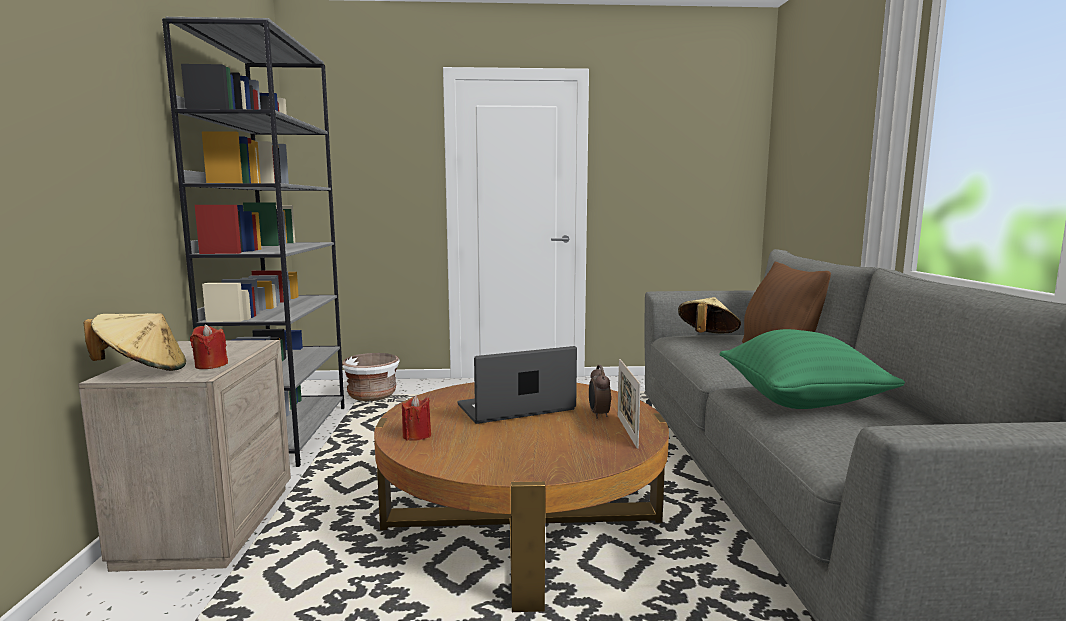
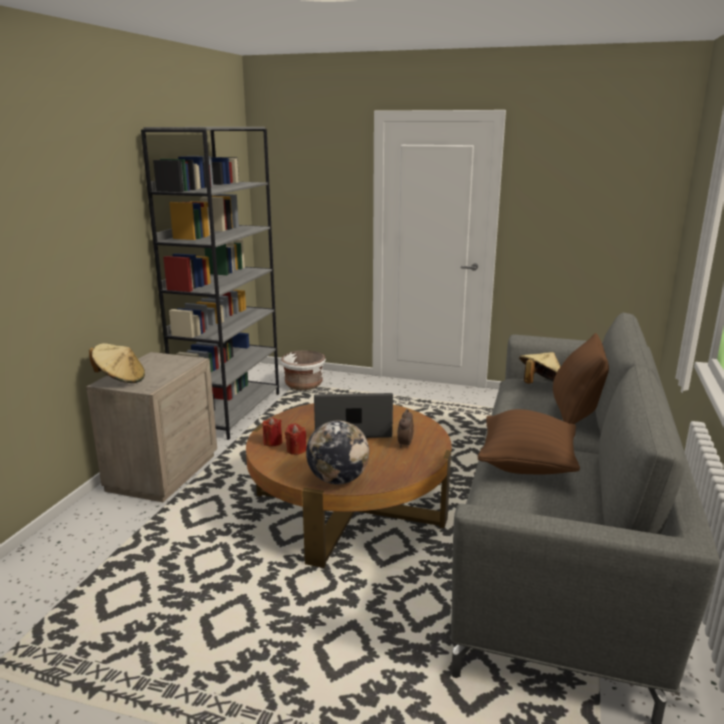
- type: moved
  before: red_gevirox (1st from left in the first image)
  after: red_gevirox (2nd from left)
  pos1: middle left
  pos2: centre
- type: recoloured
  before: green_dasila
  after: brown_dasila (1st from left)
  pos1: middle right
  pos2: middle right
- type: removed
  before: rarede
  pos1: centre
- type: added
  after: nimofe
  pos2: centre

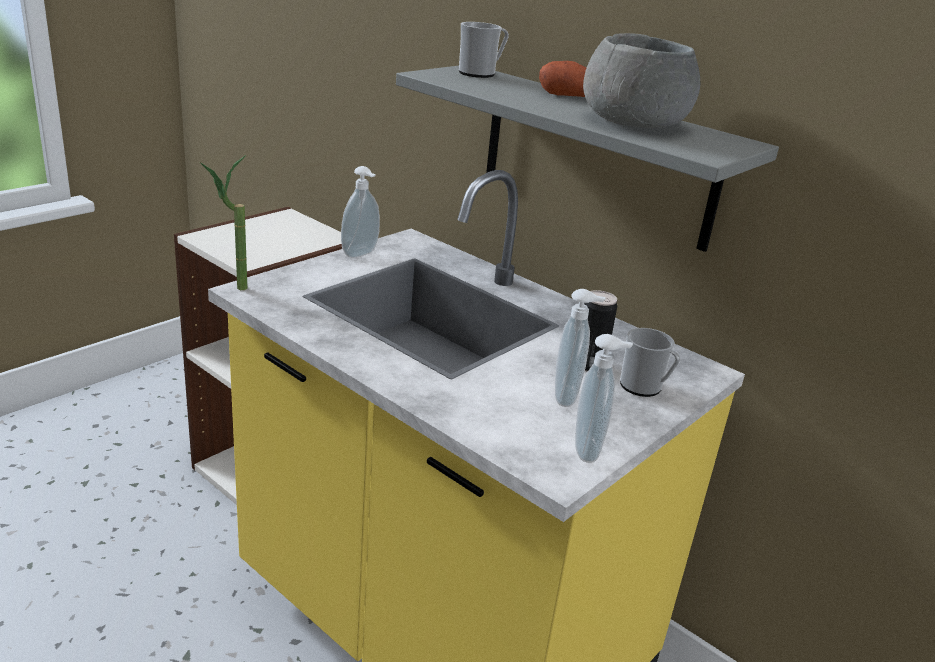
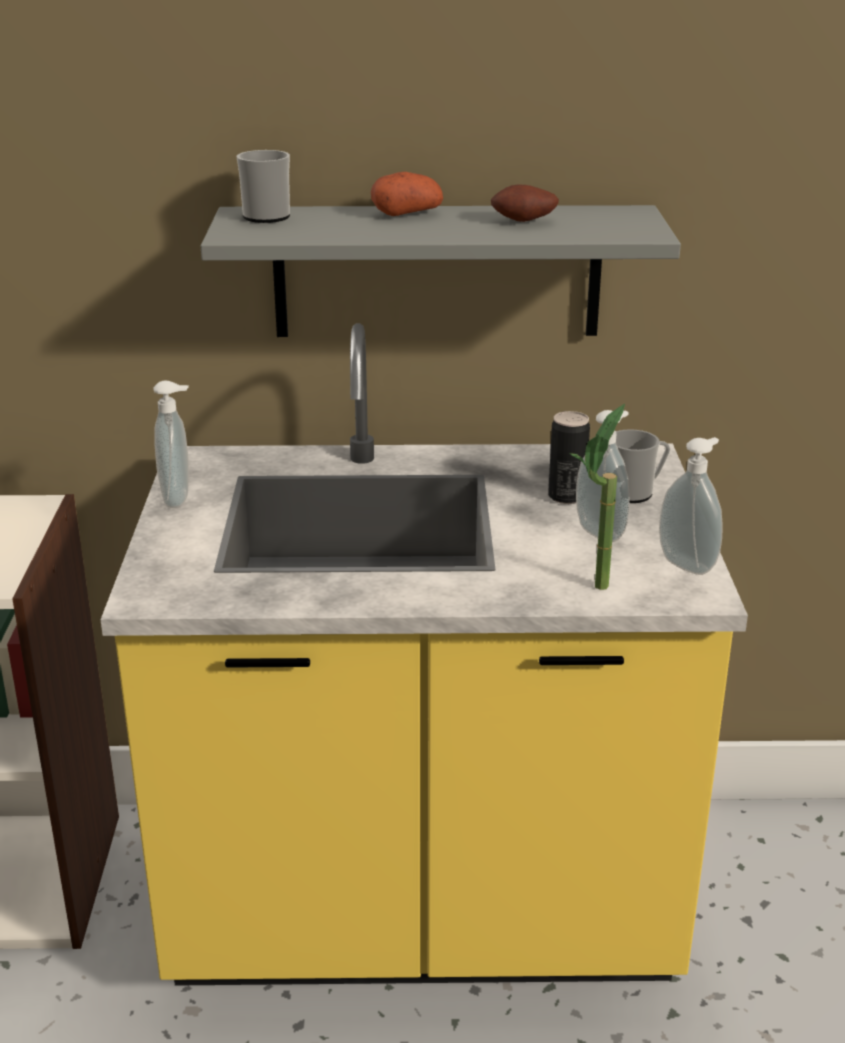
- type: replaced
  before: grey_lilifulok
  after: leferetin (2nd from left)
  pos1: top right
  pos2: top centre
- type: moved
  before: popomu
  pos1: middle left
  pos2: middle right

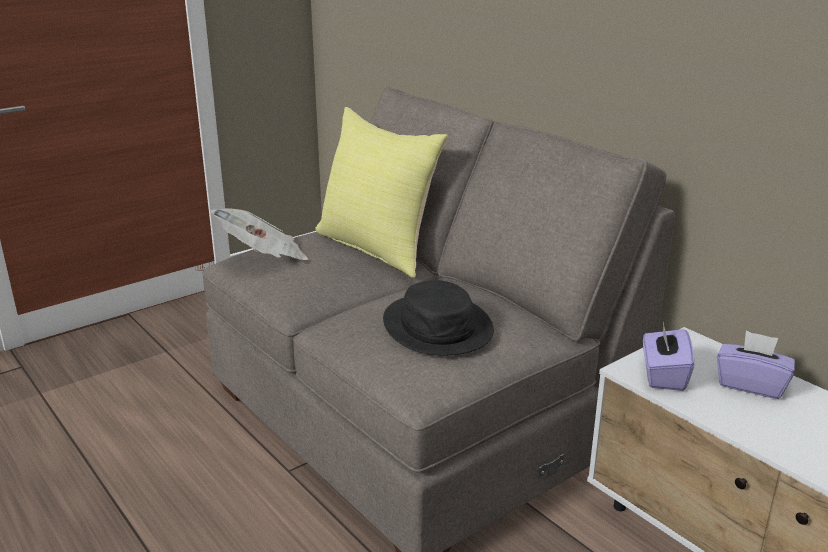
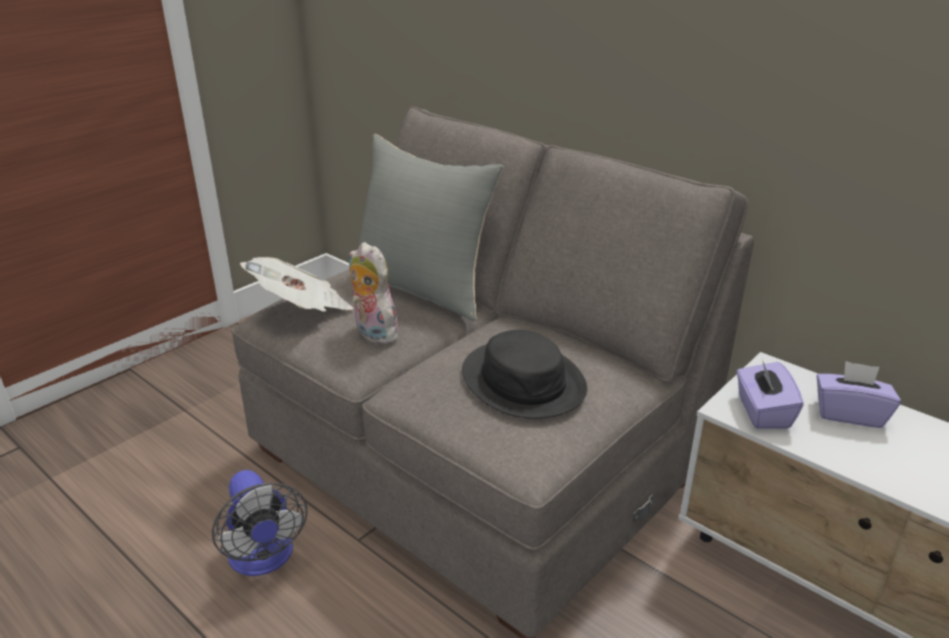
- type: recoloured
  before: yellow_dasila
  after: grey_dasila
  pos1: centre
  pos2: centre
- type: added
  after: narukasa
  pos2: centre
- type: added
  after: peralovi
  pos2: bottom left

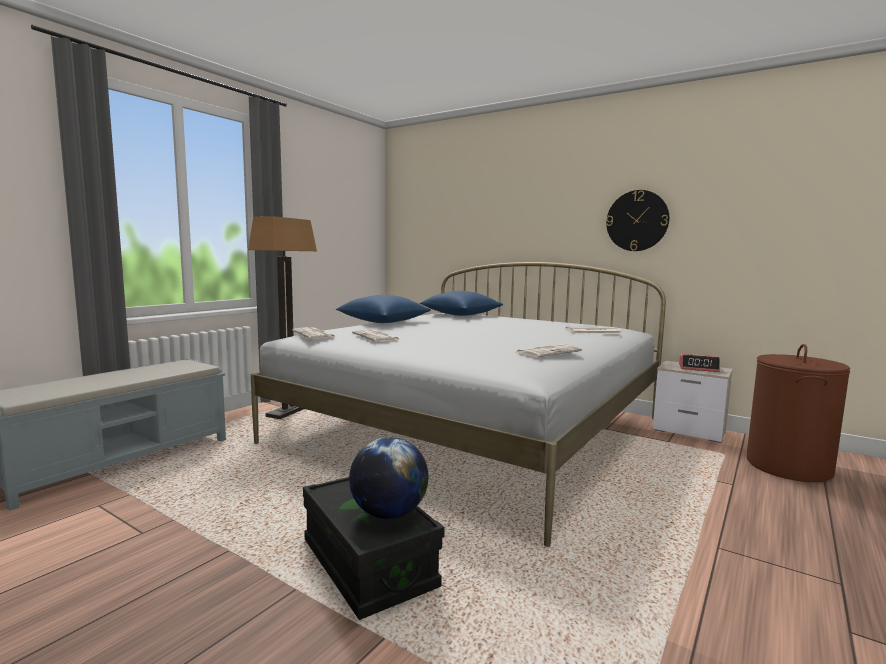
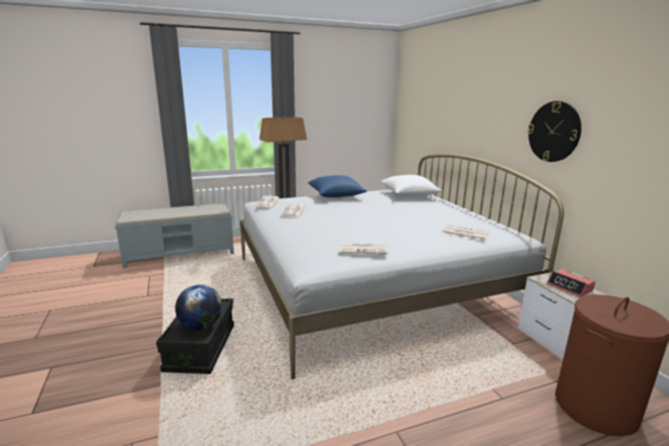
- type: recoloured
  before: blue_dasila (2nd from left)
  after: white_dasila
  pos1: centre
  pos2: centre

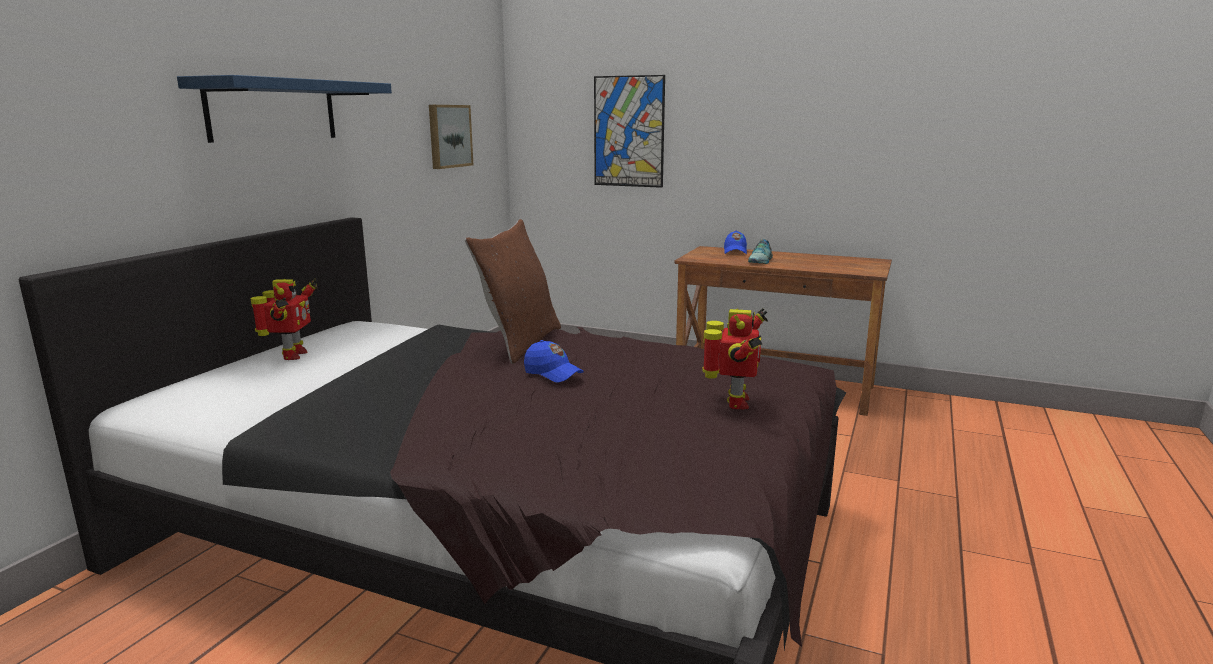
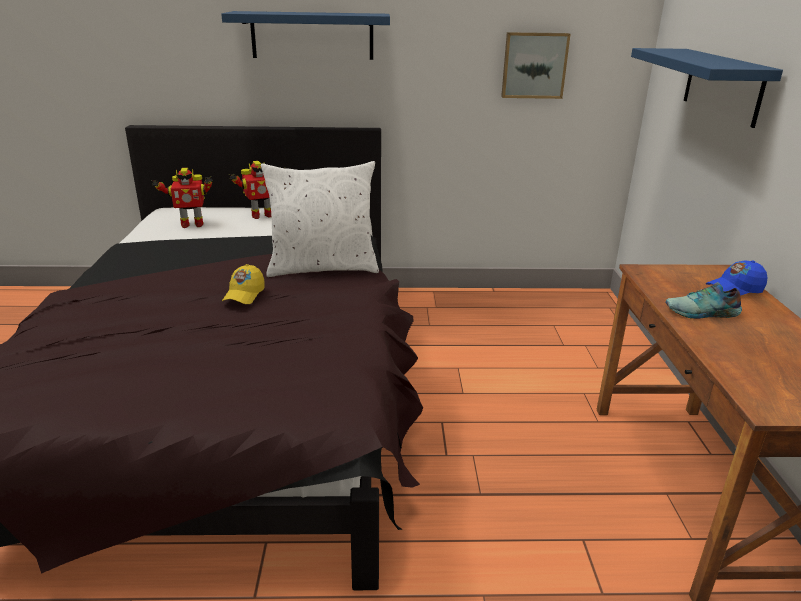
- type: replaced
  before: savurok (2nd from left)
  after: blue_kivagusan (2nd from left)
  pos1: top centre
  pos2: top right
- type: recoloured
  before: brown_dasila
  after: white_dasila
  pos1: centre
  pos2: centre
- type: moved
  before: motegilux (2nd from left in the first image)
  after: motegilux (1st from left)
  pos1: centre
  pos2: top left
- type: recoloured
  before: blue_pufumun (1st from left)
  after: yellow_pufumun
  pos1: centre
  pos2: middle left

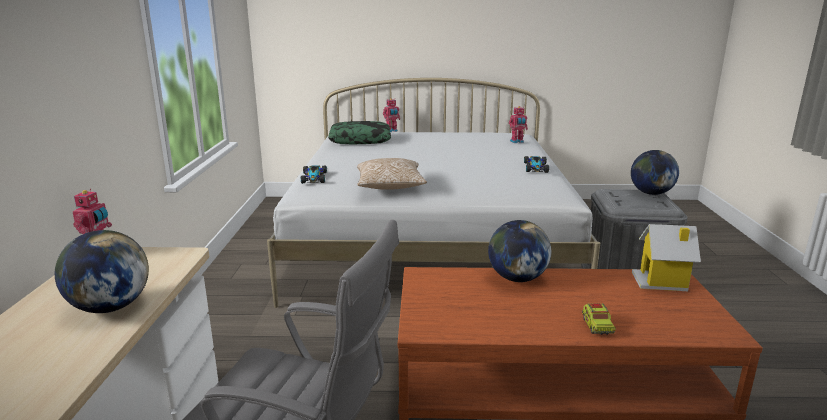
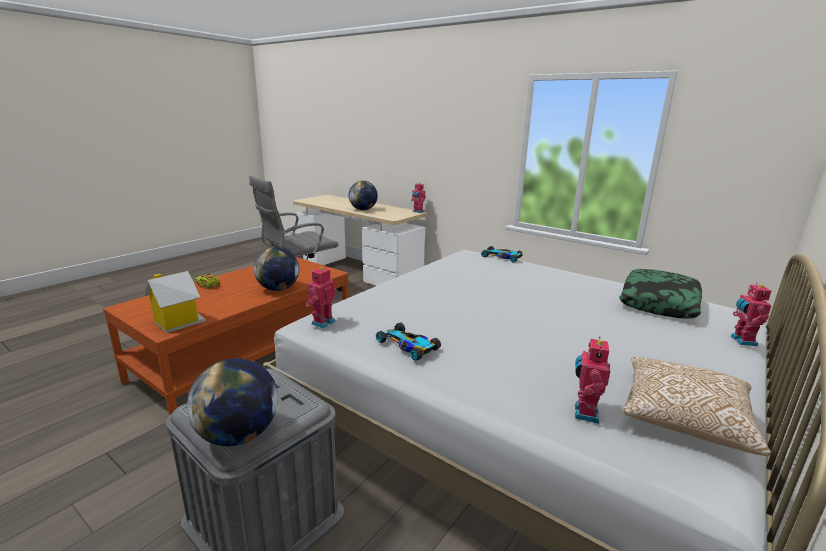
- type: moved
  before: dasila (2nd from left)
  pos1: centre
  pos2: bottom right
- type: added
  after: motegilux (1st from left)
  pos2: centre

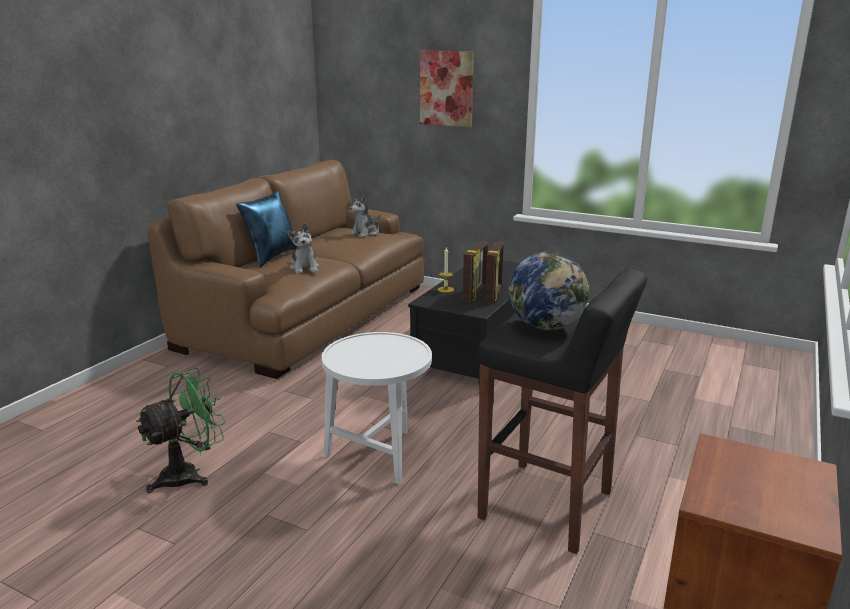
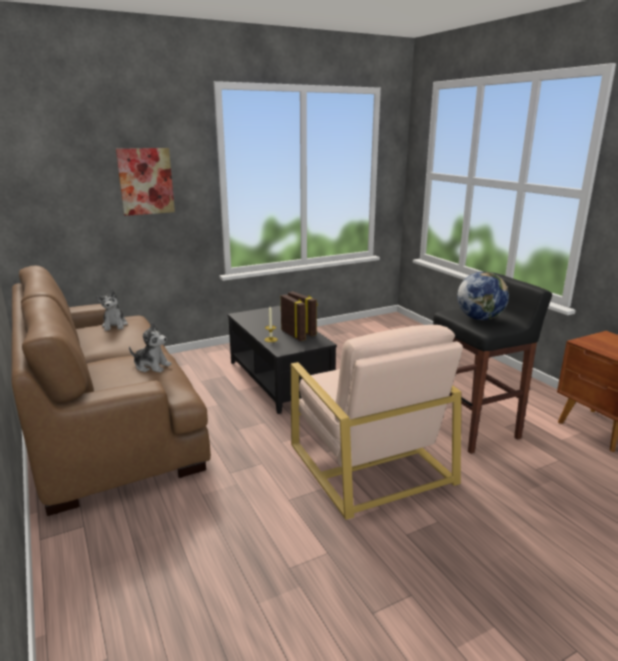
- type: removed
  before: blue_dasila
  pos1: middle left
- type: replaced
  before: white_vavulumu
  after: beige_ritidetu
  pos1: bottom centre
  pos2: centre
- type: removed
  before: green_peralovi
  pos1: bottom left

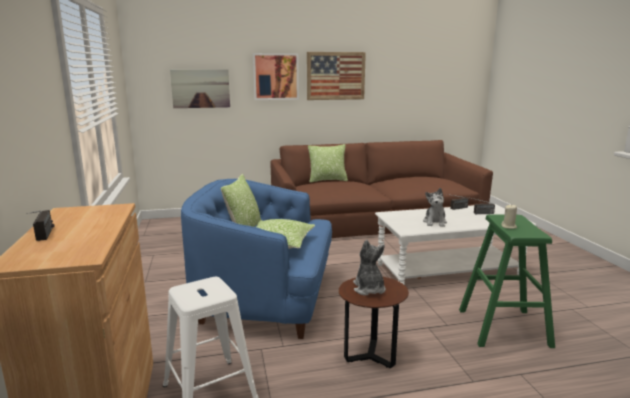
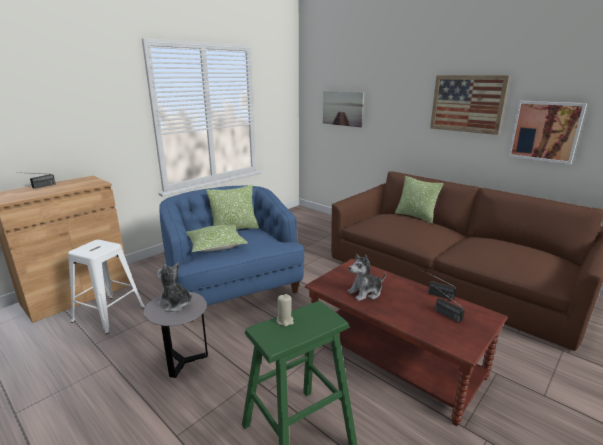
- type: moved
  before: savurok (2nd from left in the first image)
  after: savurok (3rd from left)
  pos1: top centre
  pos2: top right
- type: recoloured
  before: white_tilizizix
  after: brown_tilizizix
  pos1: middle right
  pos2: bottom right
- type: turned
  before: narukasa (1st from left)
  pos1: bottom centre
  pos2: middle left
  turn: -105
- type: recoloured
  before: brown_vavulumu
  after: grey_vavulumu
  pos1: bottom centre
  pos2: bottom left

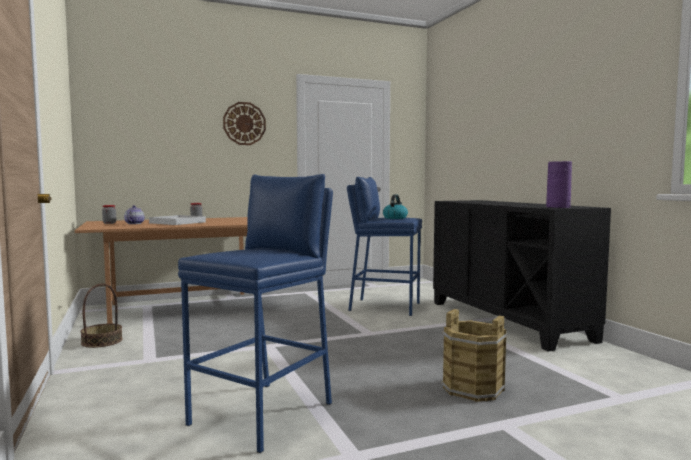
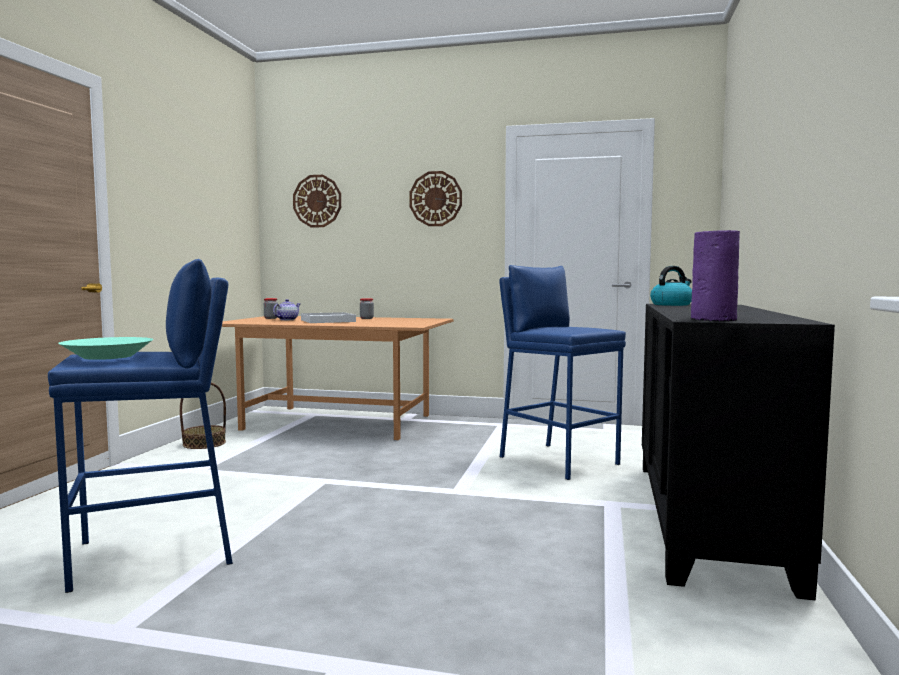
- type: moved
  before: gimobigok
  pos1: centre
  pos2: middle right
- type: removed
  before: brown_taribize
  pos1: bottom right
- type: added
  after: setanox (1st from left)
  pos2: top centre
- type: added
  after: turquoise_lilifulok
  pos2: middle left

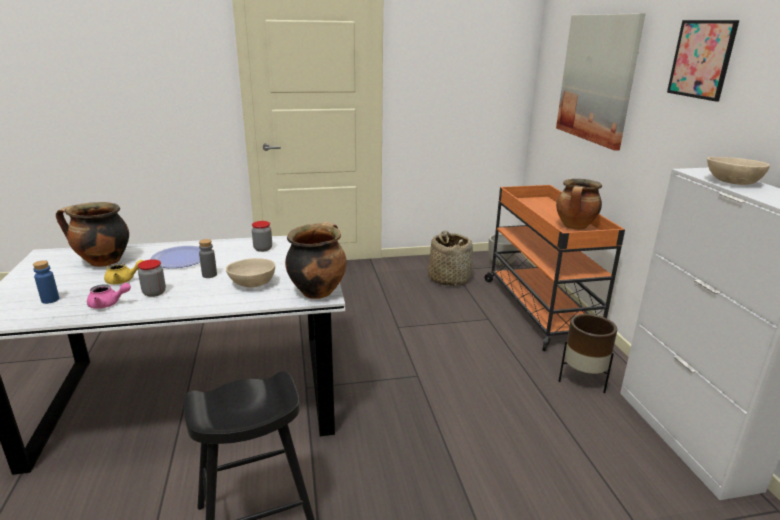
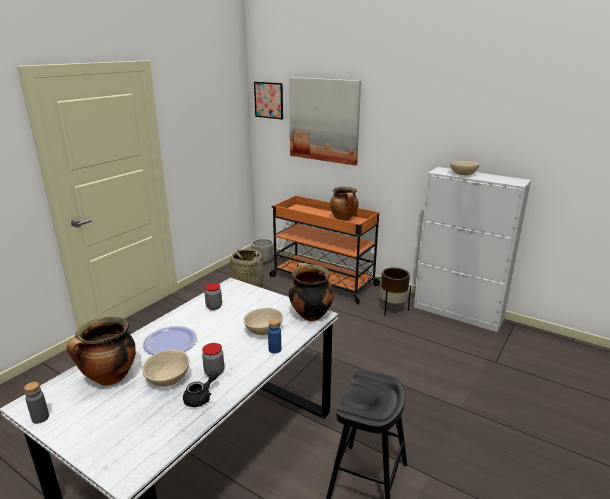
- type: moved
  before: savurok (2nd from left in the first image)
  after: savurok (1st from left)
  pos1: top right
  pos2: top centre
- type: moved
  before: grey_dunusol
  pos1: middle left
  pos2: bottom left
- type: moved
  before: blue_dunusol
  pos1: middle left
  pos2: bottom centre
- type: replaced
  before: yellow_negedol
  after: beige_lilifulok (1st from left)
  pos1: middle left
  pos2: bottom left
- type: recoloured
  before: pink_negedol
  after: black_negedol
  pos1: middle left
  pos2: bottom left

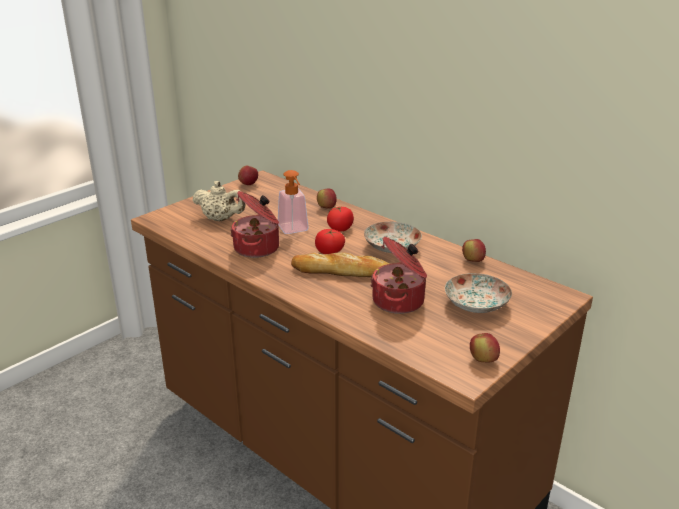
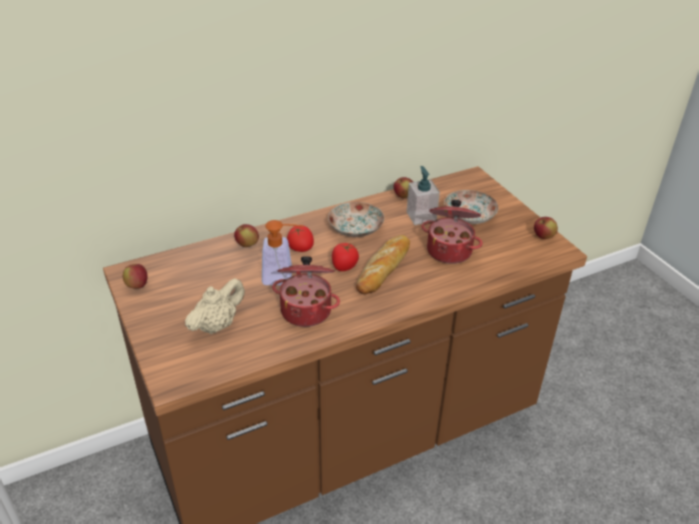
- type: added
  after: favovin (2nd from left)
  pos2: centre

